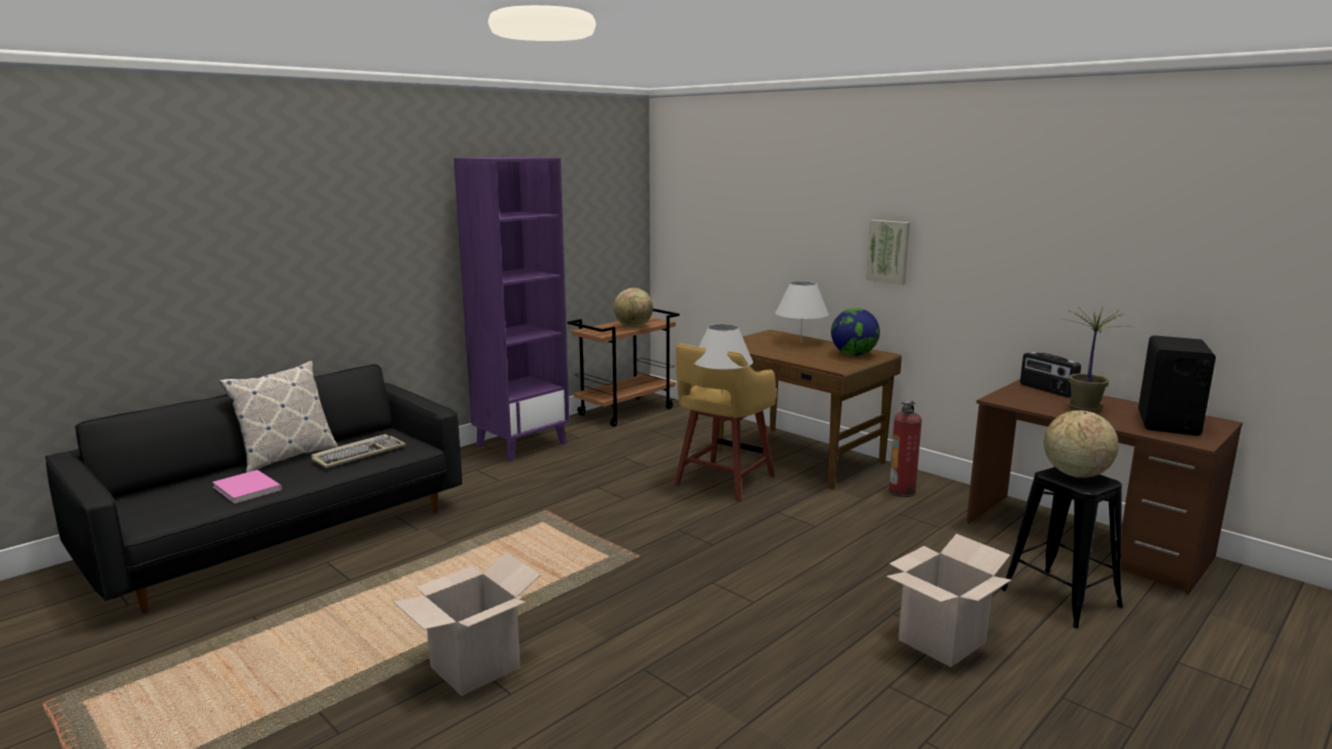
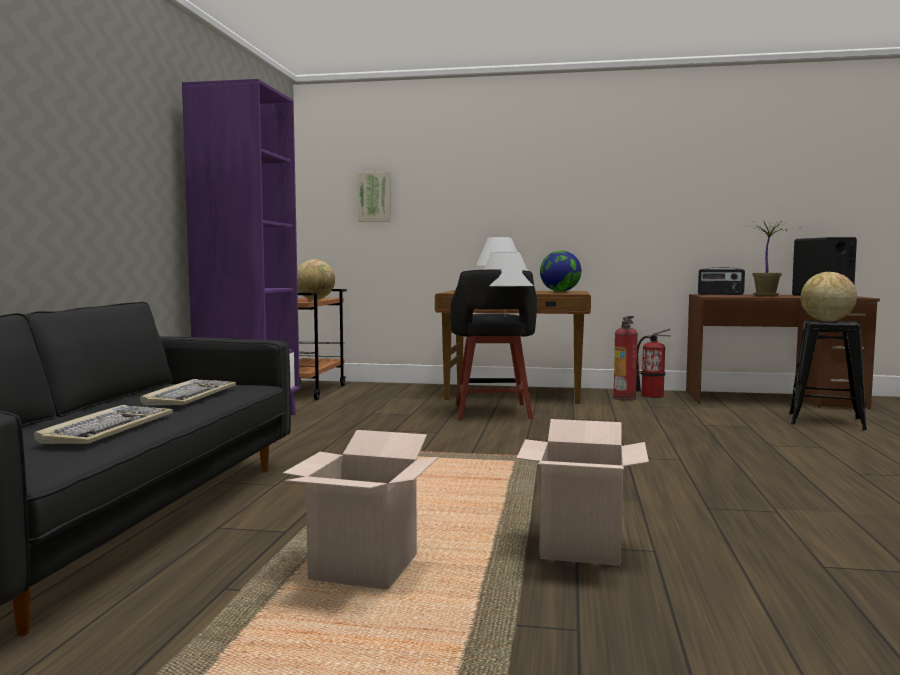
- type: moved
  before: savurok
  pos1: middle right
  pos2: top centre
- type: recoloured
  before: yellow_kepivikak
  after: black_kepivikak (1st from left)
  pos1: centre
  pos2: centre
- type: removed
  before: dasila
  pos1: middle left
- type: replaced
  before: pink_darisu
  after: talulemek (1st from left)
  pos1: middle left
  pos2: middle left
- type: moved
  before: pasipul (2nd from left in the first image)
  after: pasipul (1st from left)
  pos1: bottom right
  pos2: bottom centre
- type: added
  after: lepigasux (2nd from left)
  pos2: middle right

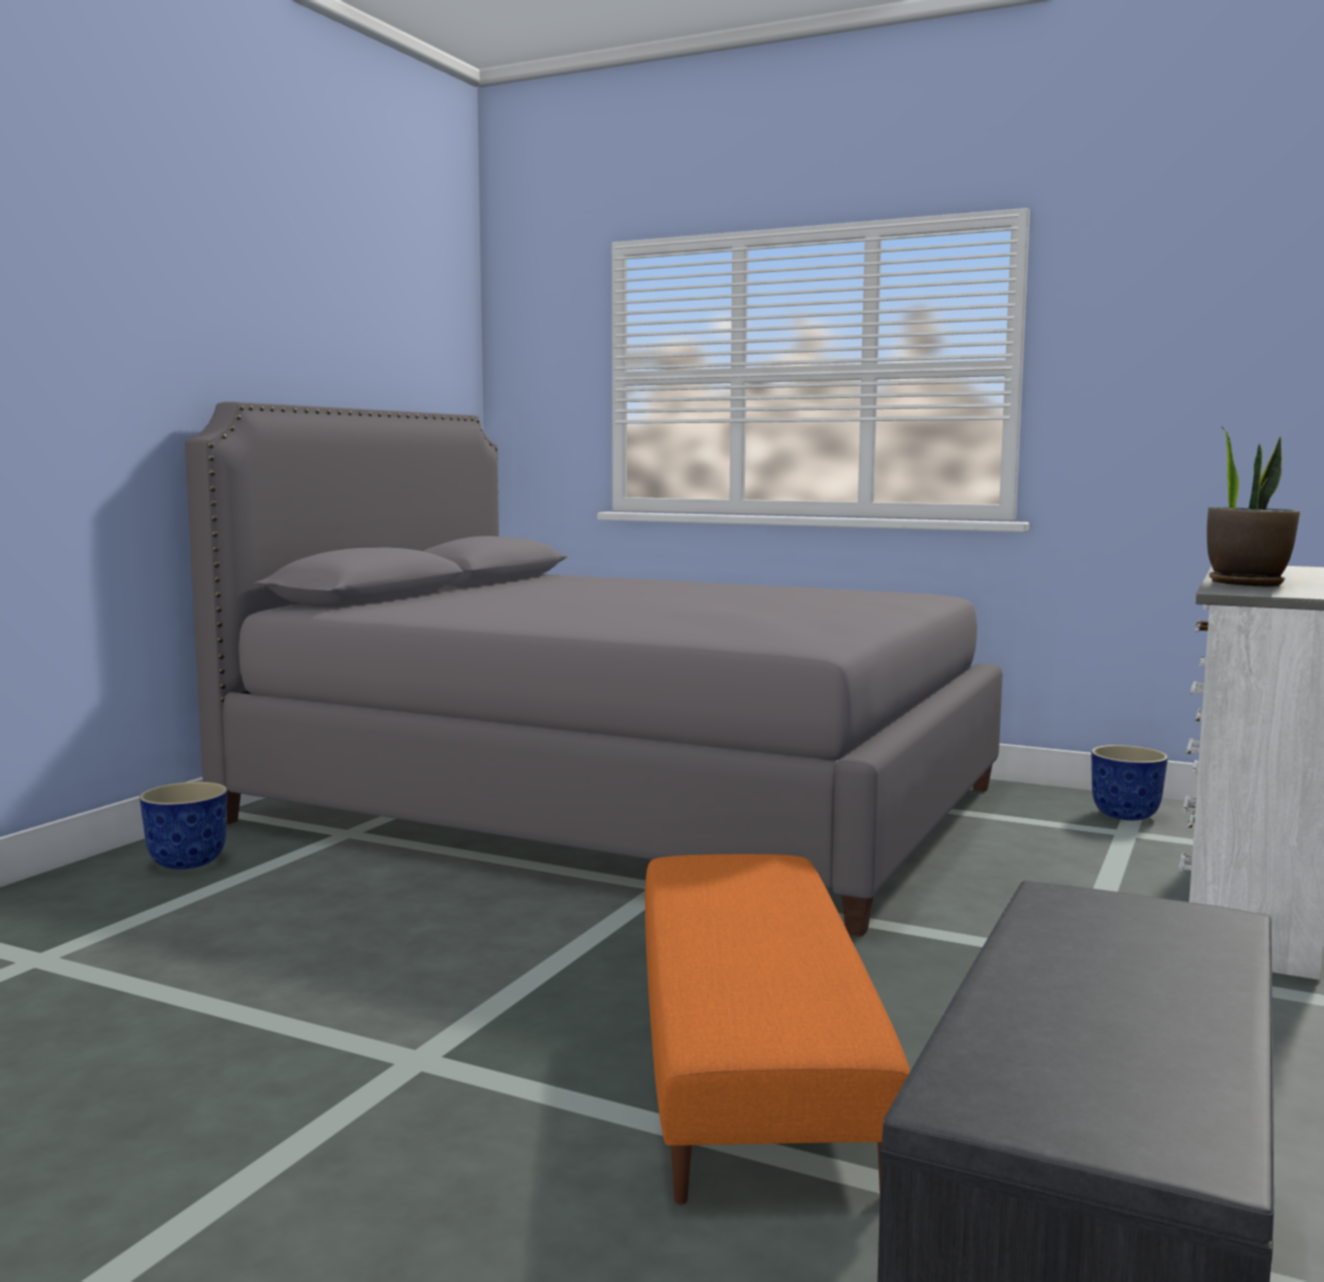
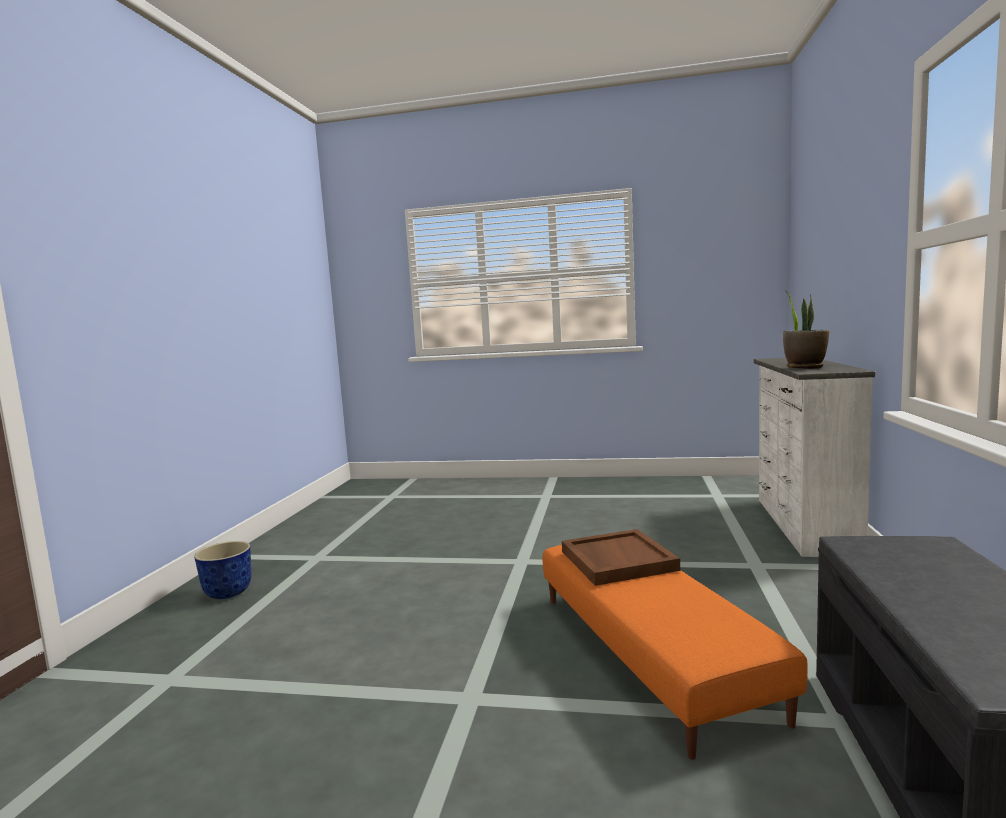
- type: removed
  before: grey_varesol
  pos1: centre
- type: removed
  before: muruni (2nd from left)
  pos1: middle right
- type: added
  after: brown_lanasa
  pos2: bottom centre

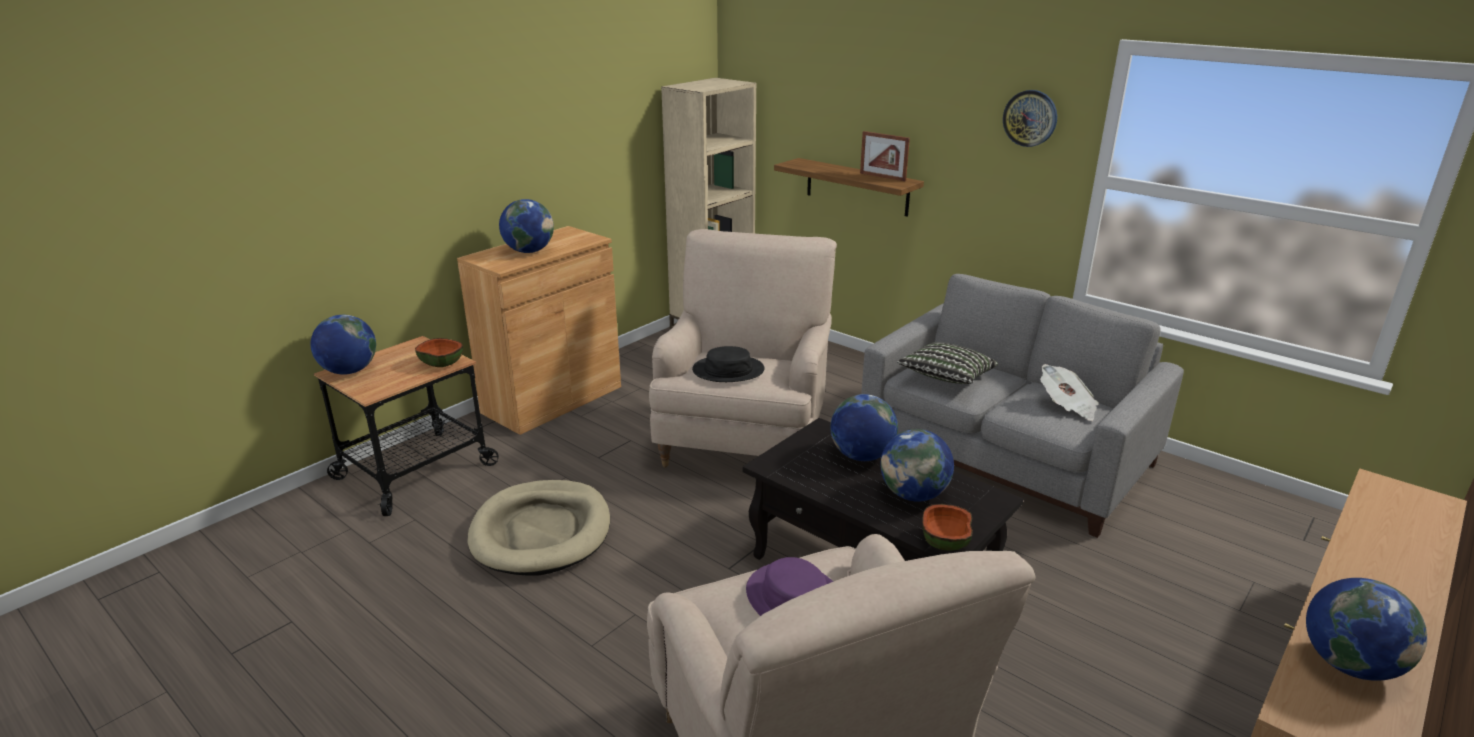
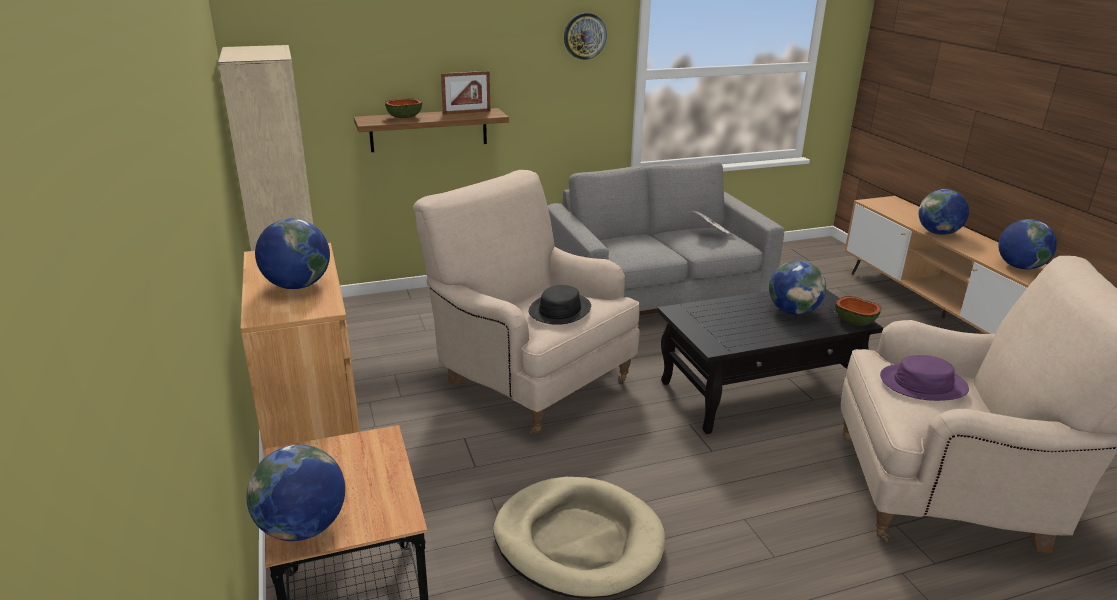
- type: moved
  before: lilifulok (1st from left)
  pos1: middle left
  pos2: top centre
- type: removed
  before: dasila
  pos1: centre
- type: moved
  before: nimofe (3rd from left in the first image)
  after: nimofe (4th from left)
  pos1: centre
  pos2: middle right

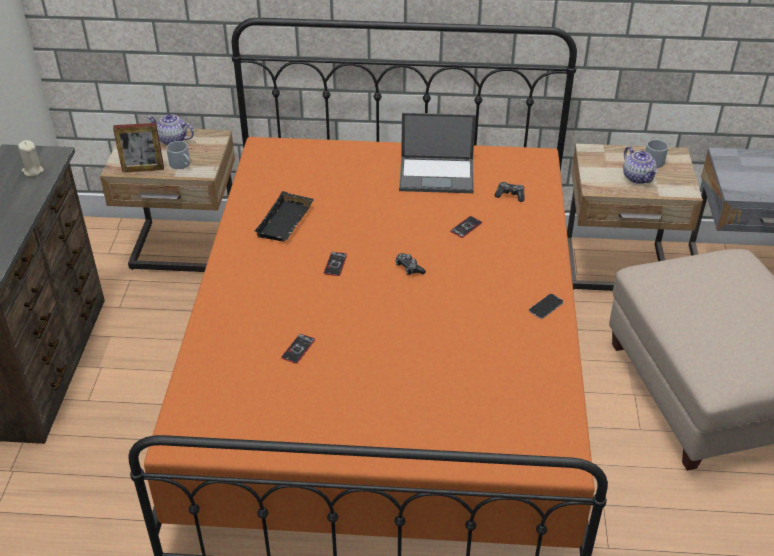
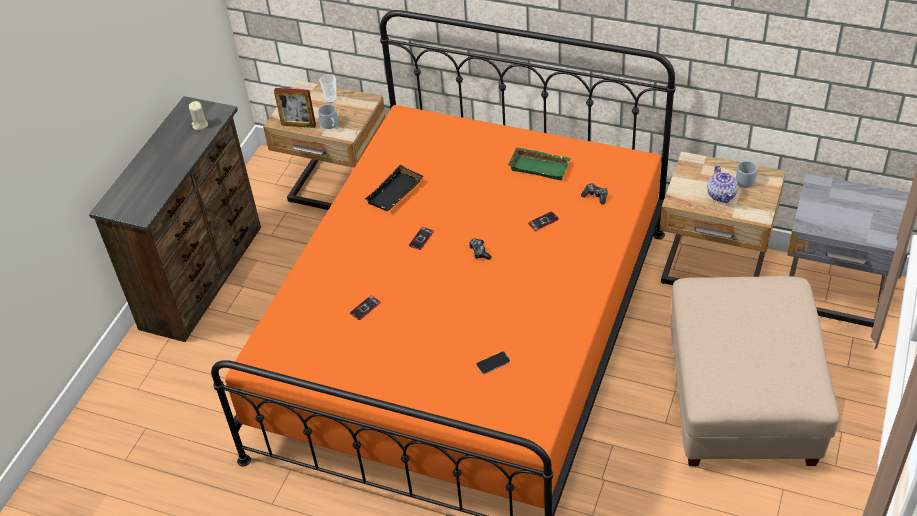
- type: replaced
  before: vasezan
  after: green_lanasa
  pos1: top centre
  pos2: top centre
- type: replaced
  before: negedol (1st from left)
  after: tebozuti
  pos1: top left
  pos2: top centre
- type: moved
  before: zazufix (4th from left in the first image)
  after: zazufix (3rd from left)
  pos1: middle right
  pos2: bottom centre

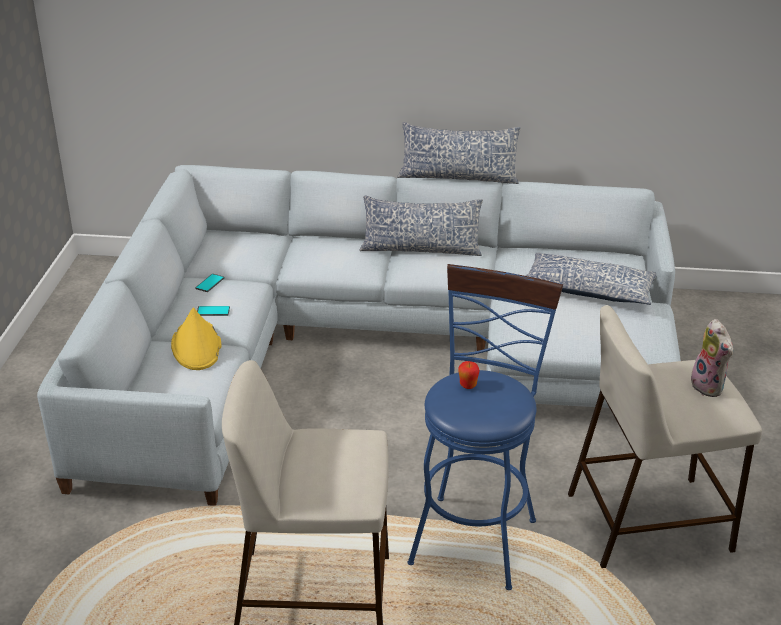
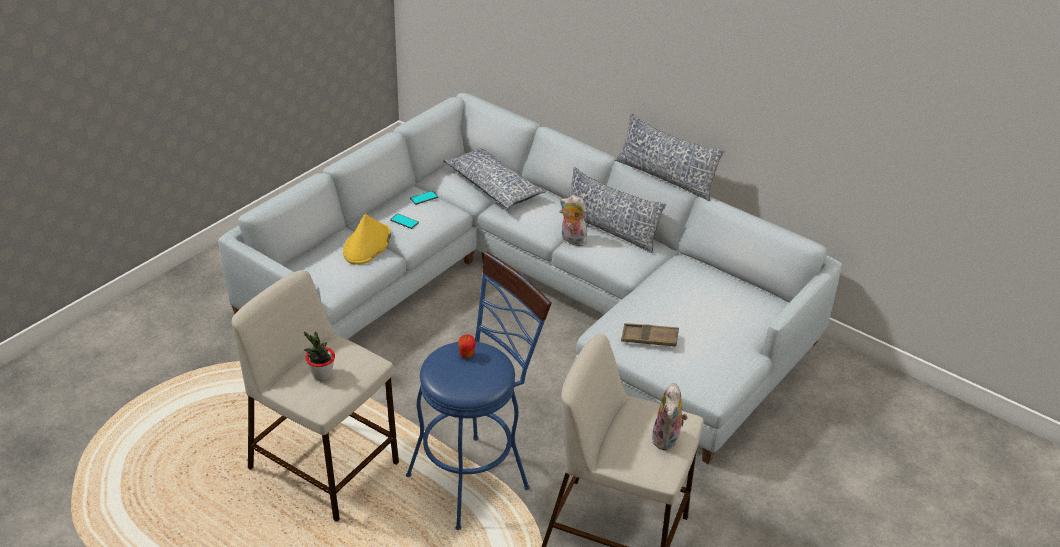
- type: moved
  before: dasila (3rd from left in the first image)
  after: dasila (1st from left)
  pos1: middle right
  pos2: top centre
- type: added
  after: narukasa (1st from left)
  pos2: centre
- type: added
  after: brown_lanasa
  pos2: centre
- type: added
  after: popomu
  pos2: middle left

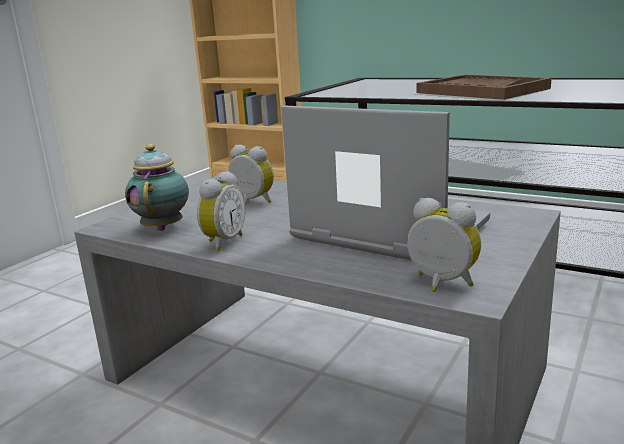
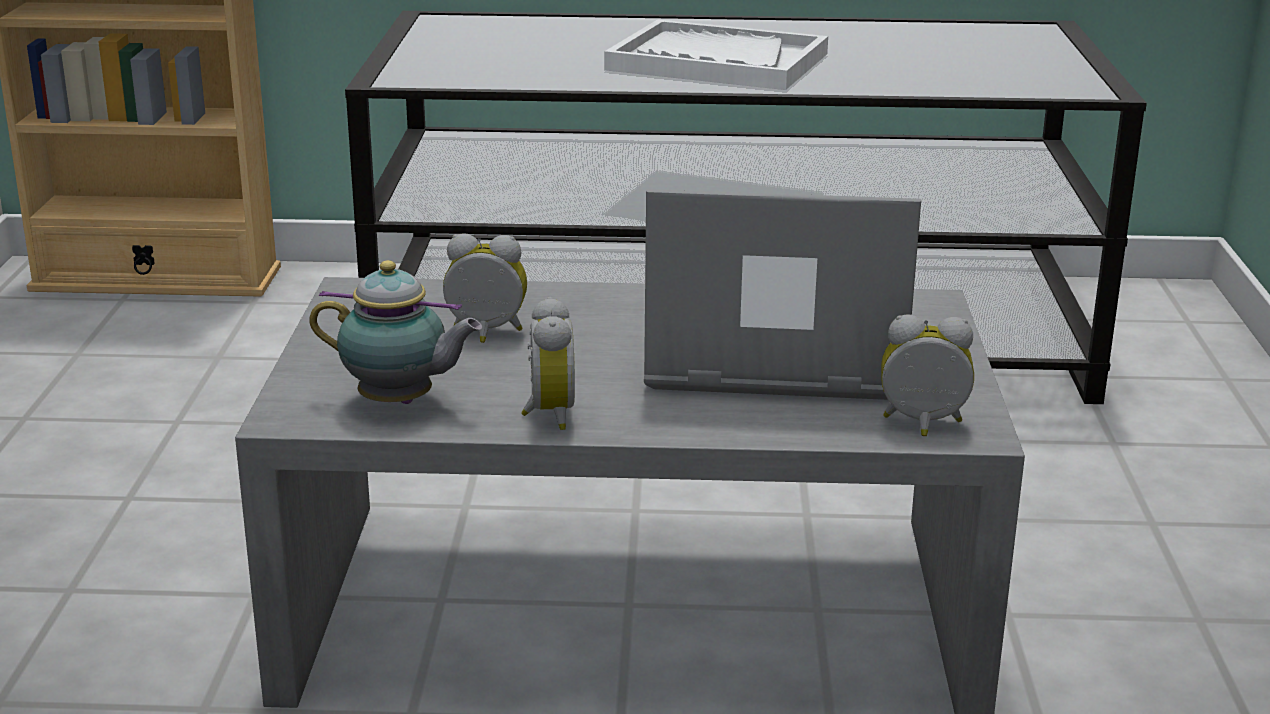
- type: recoloured
  before: brown_lanasa
  after: white_lanasa
  pos1: top right
  pos2: top centre
- type: turned
  before: negedol
  pos1: middle left
  pos2: middle left
  turn: 135

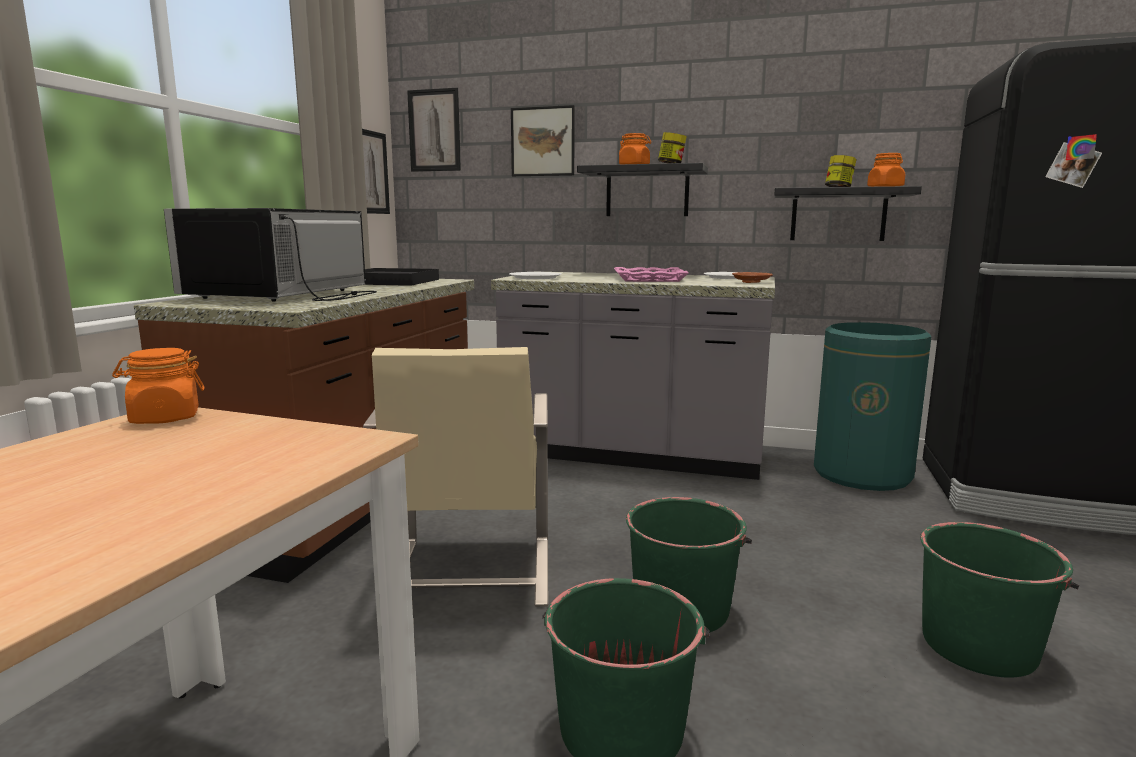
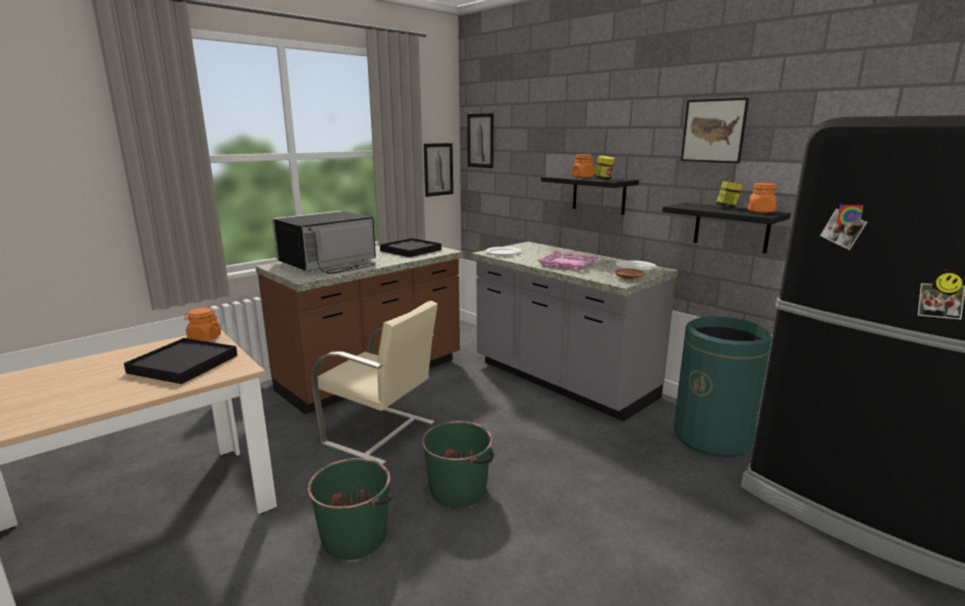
- type: moved
  before: savurok (3rd from left)
  pos1: top centre
  pos2: top right
- type: turned
  before: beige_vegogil
  pos1: centre
  pos2: centre
  turn: -90
- type: removed
  before: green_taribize (3rd from left)
  pos1: bottom right
- type: added
  after: black_lanasa (1st from left)
  pos2: middle left

